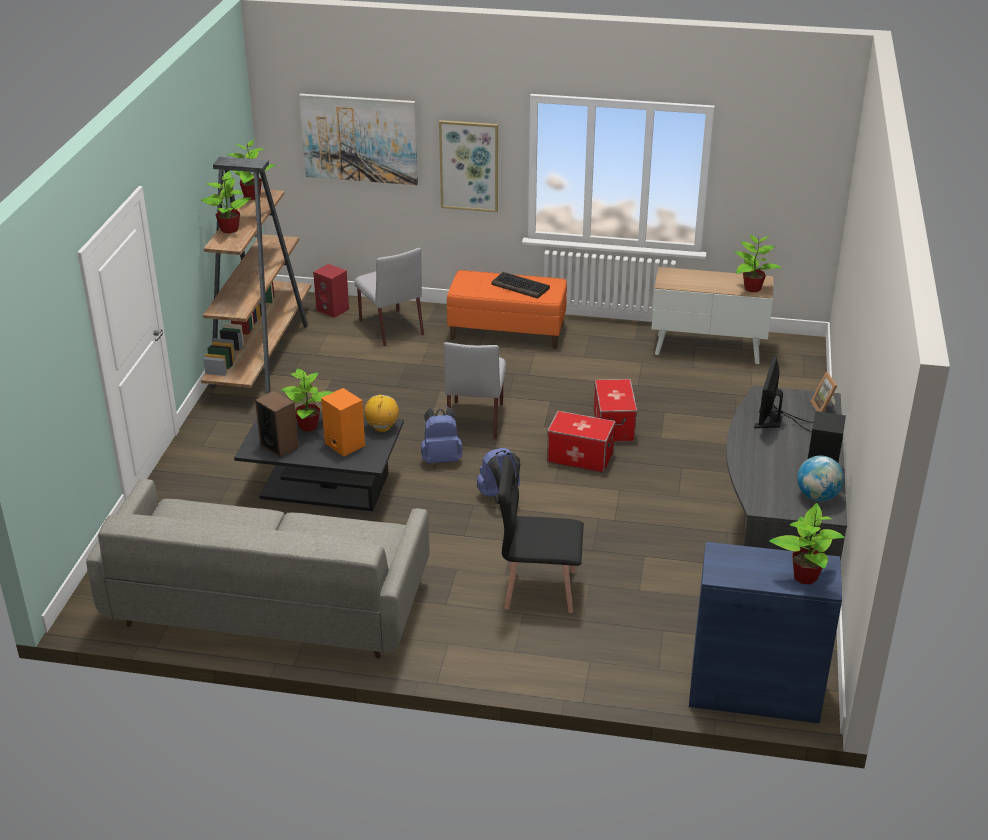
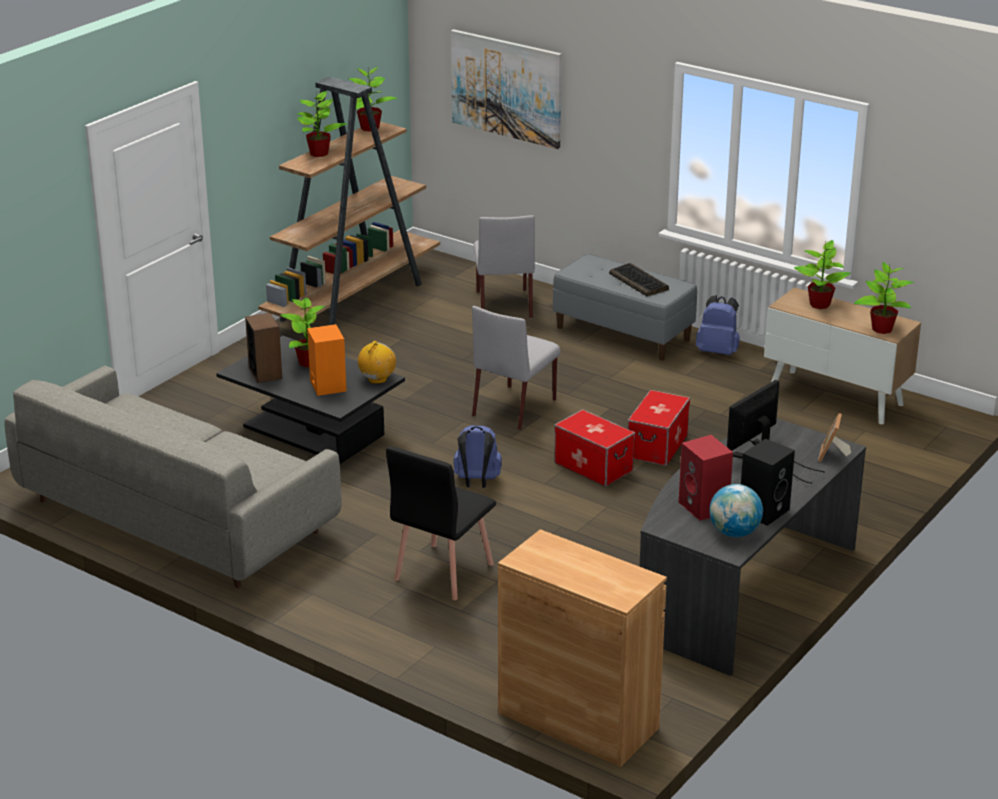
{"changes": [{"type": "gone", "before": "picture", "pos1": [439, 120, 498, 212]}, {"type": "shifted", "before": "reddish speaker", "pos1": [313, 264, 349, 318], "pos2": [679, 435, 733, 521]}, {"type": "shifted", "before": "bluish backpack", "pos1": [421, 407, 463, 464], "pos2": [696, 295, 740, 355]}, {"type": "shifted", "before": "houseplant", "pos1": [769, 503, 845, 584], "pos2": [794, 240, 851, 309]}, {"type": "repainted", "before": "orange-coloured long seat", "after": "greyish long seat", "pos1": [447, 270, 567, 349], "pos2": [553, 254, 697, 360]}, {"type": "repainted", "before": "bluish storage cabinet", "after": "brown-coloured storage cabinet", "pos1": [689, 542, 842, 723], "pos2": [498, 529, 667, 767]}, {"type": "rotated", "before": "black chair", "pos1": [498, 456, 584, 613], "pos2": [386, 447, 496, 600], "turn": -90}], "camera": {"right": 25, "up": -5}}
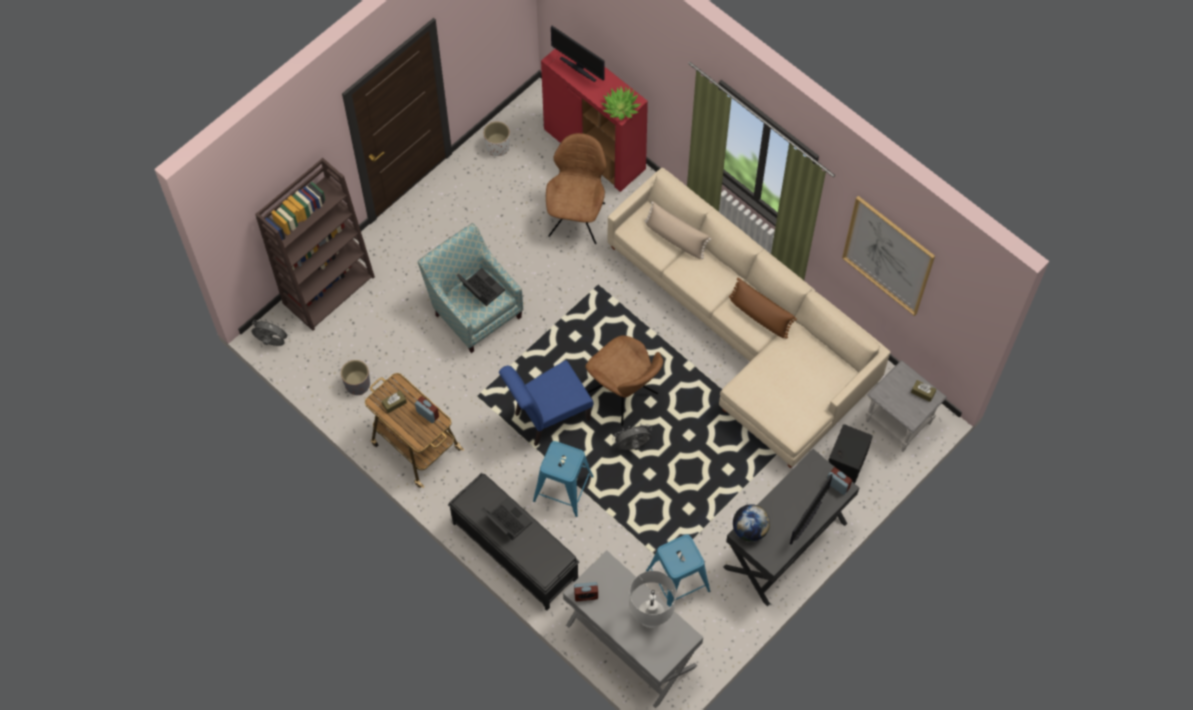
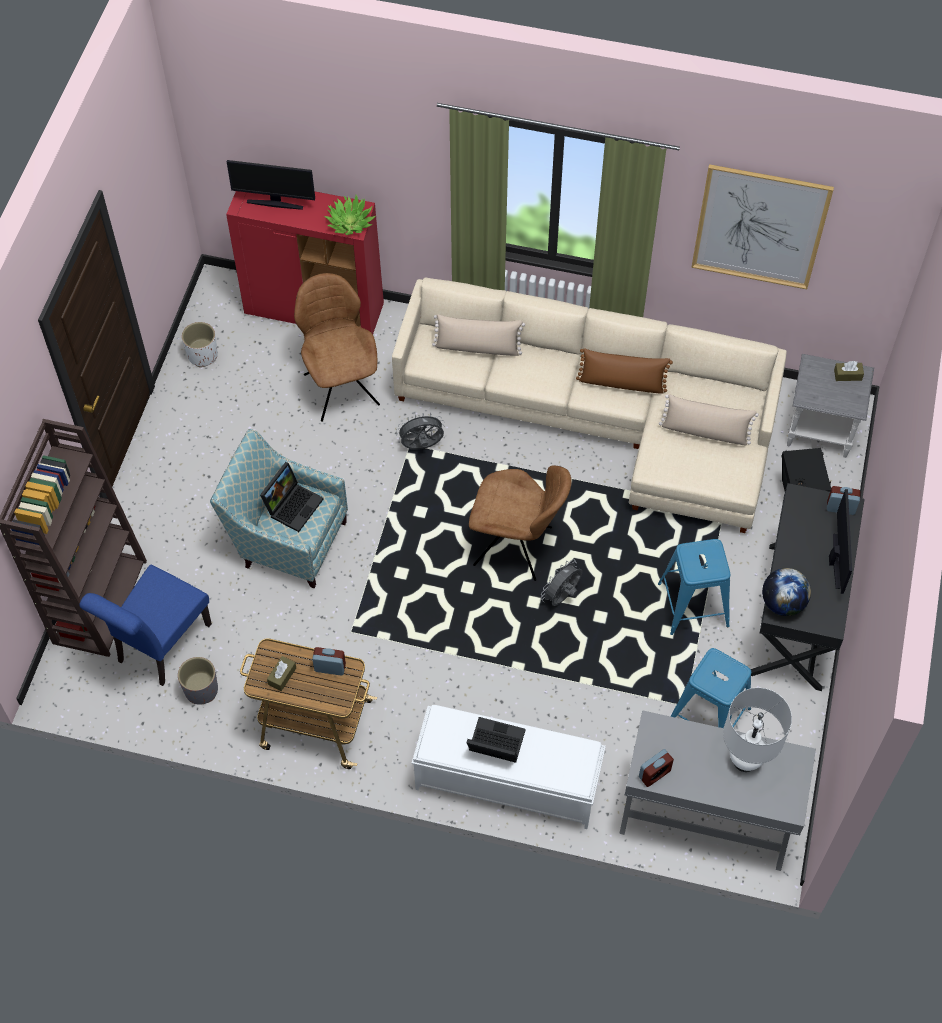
{"changes": [{"type": "new", "after": "beige-coloured throw pillow", "pos2": [659, 394, 759, 445]}, {"type": "shifted", "before": "greyish fan", "pos1": [251, 318, 290, 346], "pos2": [396, 413, 445, 450]}, {"type": "shifted", "before": "bluish chair", "pos1": [499, 360, 593, 446], "pos2": [79, 565, 212, 686]}, {"type": "shifted", "before": "bluish stool", "pos1": [533, 441, 594, 517], "pos2": [658, 539, 730, 635]}, {"type": "repainted", "before": "black long seat", "after": "white long seat", "pos1": [448, 473, 579, 611], "pos2": [412, 705, 606, 829]}, {"type": "rotated", "before": "portable computer", "pos1": [456, 268, 505, 306], "pos2": [260, 462, 324, 532], "turn": 105}], "camera": {"right": -30, "up": -5}}
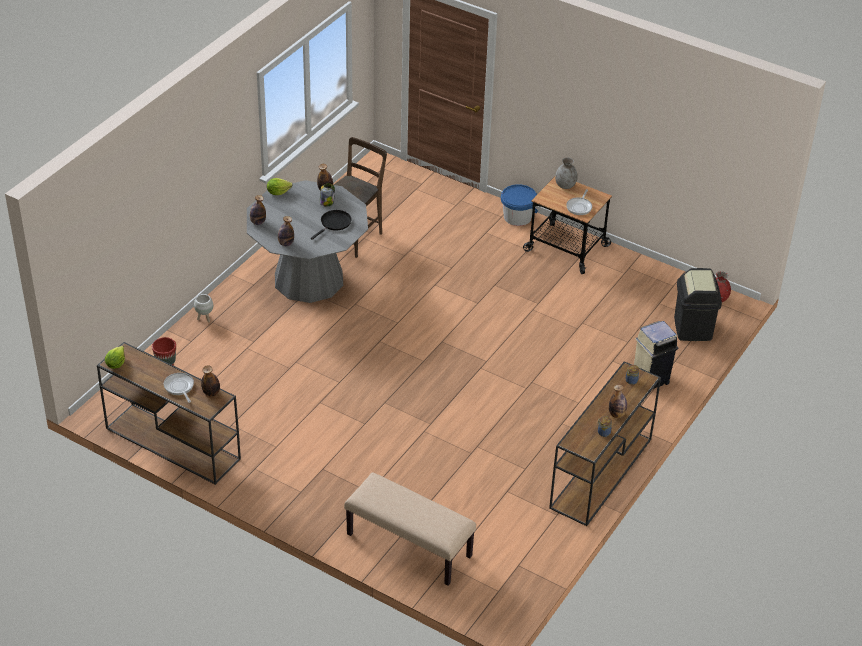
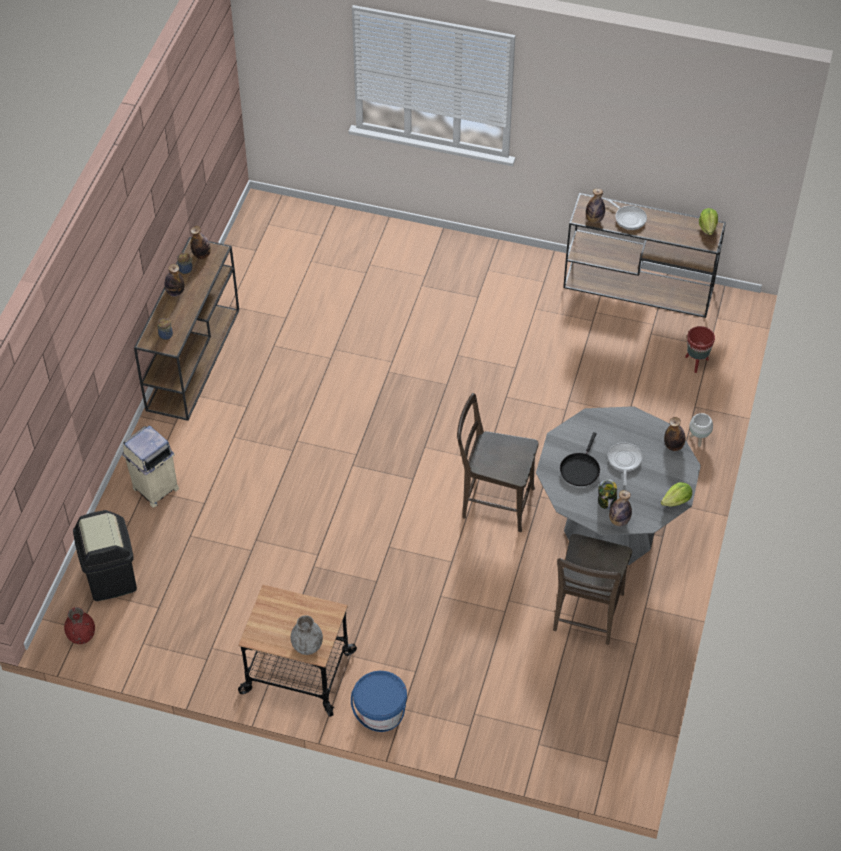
{"changes": [{"type": "gone", "before": "beige-coloured long seat", "pos1": [344, 472, 476, 586]}, {"type": "new", "after": "brown-coloured chair", "pos2": [457, 393, 539, 532]}, {"type": "shifted", "before": "bottle", "pos1": [278, 216, 294, 246], "pos2": [190, 226, 211, 259]}, {"type": "shifted", "before": "skillet", "pos1": [566, 189, 592, 215], "pos2": [608, 442, 643, 485]}], "camera": {"right": 165, "up": 10}}
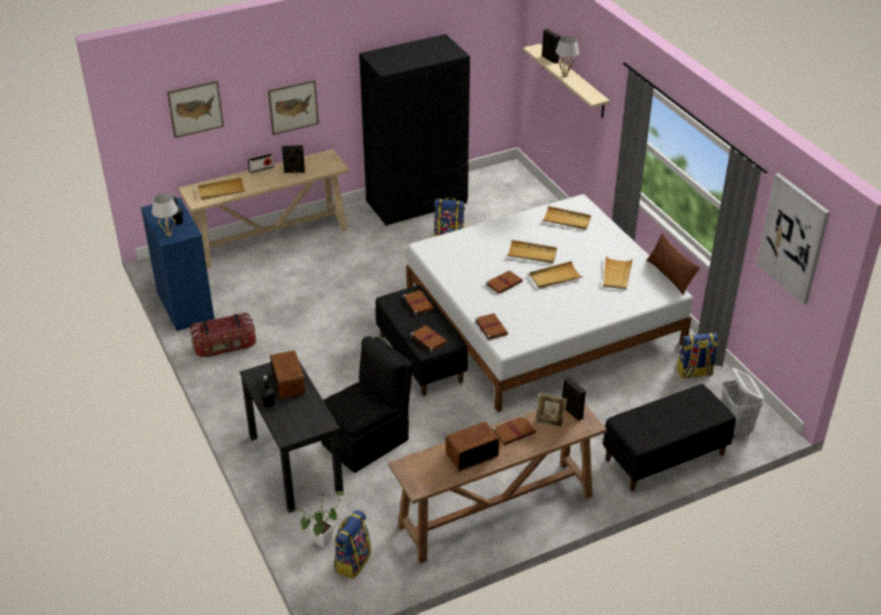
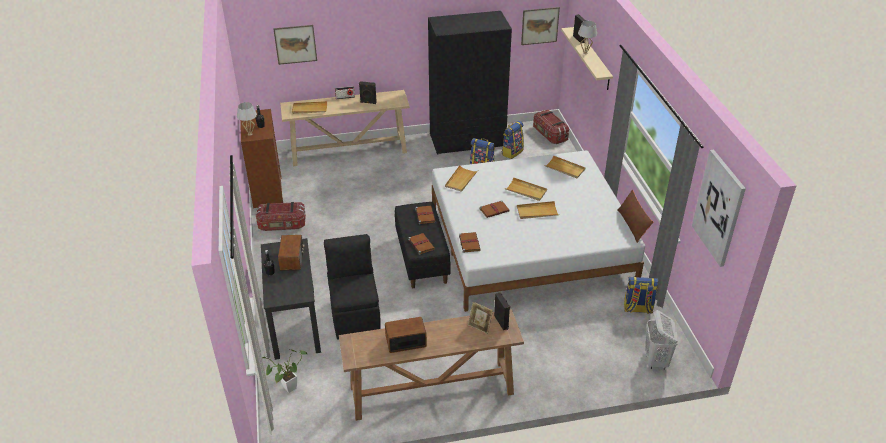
{"changes": [{"type": "gone", "before": "brown-coloured volume", "pos1": [492, 416, 536, 445]}, {"type": "gone", "before": "black long seat", "pos1": [603, 384, 736, 491]}, {"type": "new", "after": "storage bin", "pos2": [533, 109, 569, 144]}, {"type": "shifted", "before": "picture", "pos1": [268, 80, 319, 135], "pos2": [521, 7, 560, 45]}, {"type": "shifted", "before": "backpack", "pos1": [334, 510, 371, 579], "pos2": [501, 121, 524, 159]}, {"type": "shifted", "before": "beige-coloured carrying tray", "pos1": [603, 256, 633, 290], "pos2": [445, 165, 478, 192]}, {"type": "repainted", "before": "bluish chest of drawers", "after": "brown-coloured chest of drawers", "pos1": [141, 198, 214, 331], "pos2": [240, 109, 283, 208]}, {"type": "rotated", "before": "black chair", "pos1": [321, 336, 413, 473], "pos2": [324, 234, 381, 340], "turn": -75}], "camera": {"right": 15, "up": 0}}
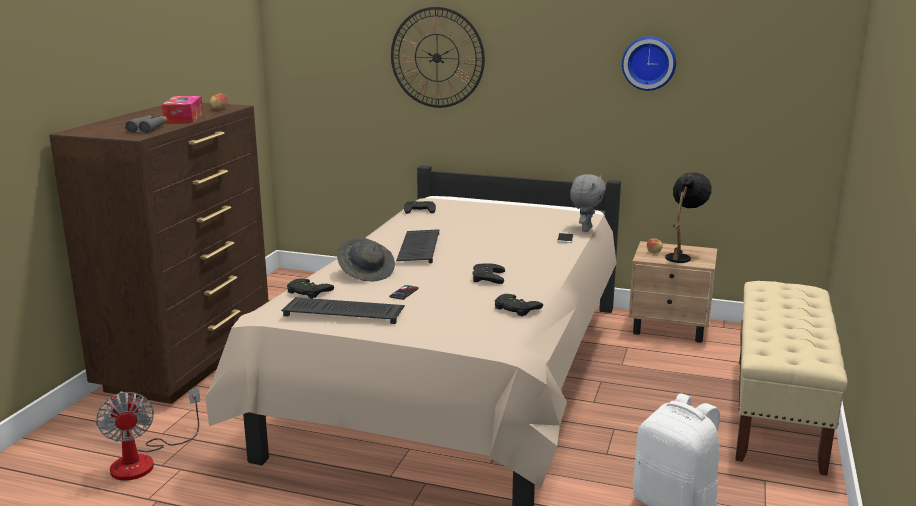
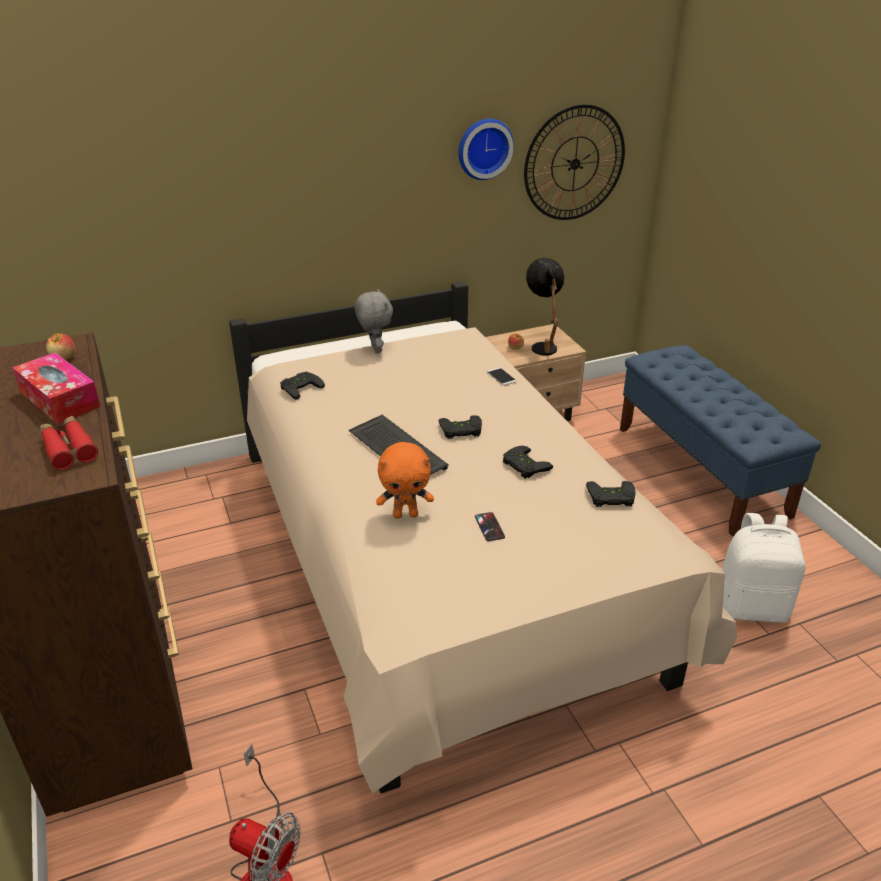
{"changes": [{"type": "gone", "before": "computer keyboard", "pos1": [281, 297, 405, 324]}, {"type": "shifted", "before": "black joypad", "pos1": [287, 278, 334, 299], "pos2": [438, 415, 482, 439]}, {"type": "shifted", "before": "hanging clock", "pos1": [391, 7, 485, 108], "pos2": [524, 104, 625, 220]}, {"type": "shifted", "before": "greyish cuddly toy", "pos1": [570, 174, 606, 232], "pos2": [355, 289, 393, 354]}, {"type": "swapped", "before": "greyish clothing hat", "after": "orange-coloured cuddly toy", "pos1": [337, 237, 395, 281], "pos2": [376, 442, 434, 519]}, {"type": "repainted", "before": "greyish field glasses", "after": "reddish field glasses", "pos1": [125, 116, 167, 134], "pos2": [40, 416, 98, 470]}, {"type": "repainted", "before": "beige-coloured long seat", "after": "bluish long seat", "pos1": [735, 281, 848, 475], "pos2": [620, 345, 821, 537]}], "camera": {"right": -40, "up": 15}}
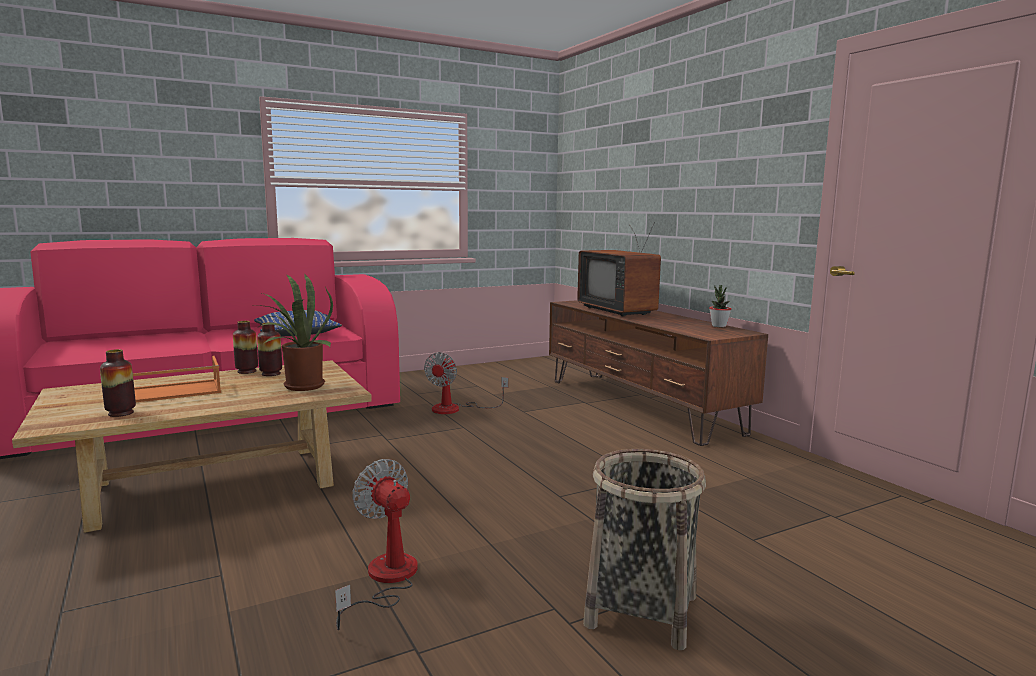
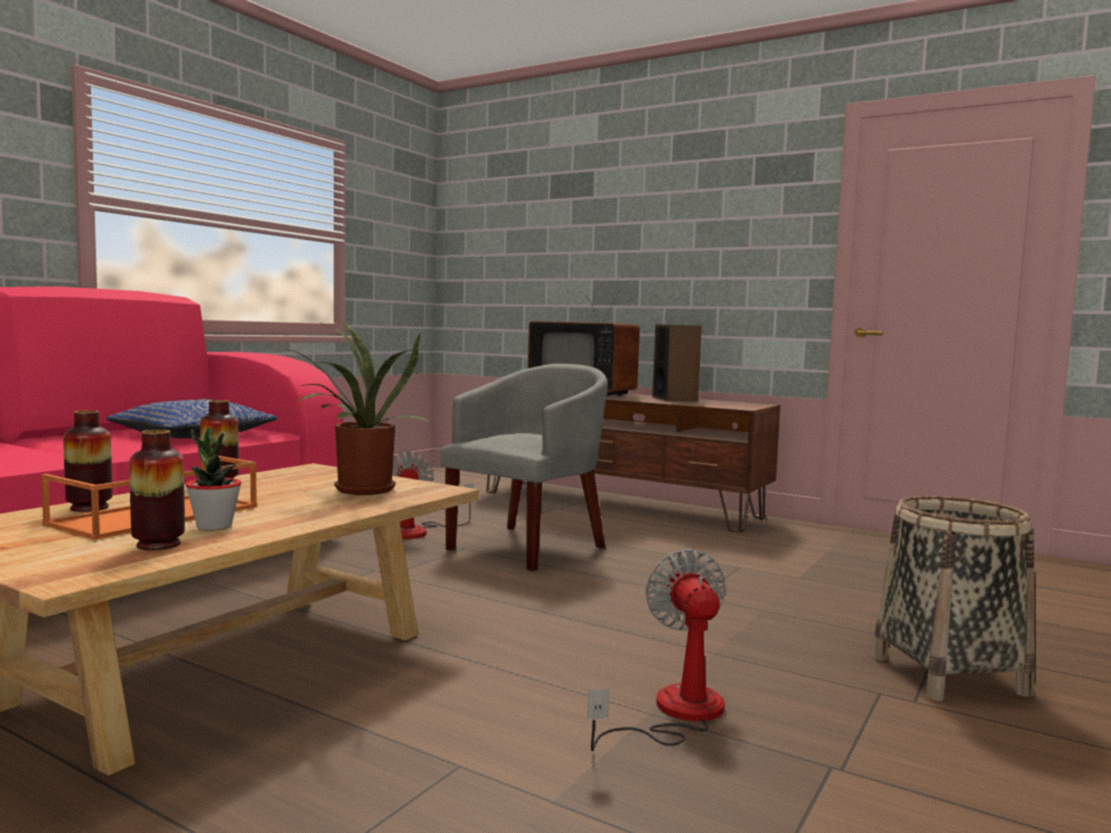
{"changes": [{"type": "new", "after": "greyish armchair", "pos2": [440, 364, 608, 571]}, {"type": "new", "after": "speaker", "pos2": [652, 325, 702, 401]}, {"type": "shifted", "before": "vase", "pos1": [257, 322, 282, 376], "pos2": [63, 410, 112, 512]}, {"type": "shifted", "before": "houseplant", "pos1": [709, 285, 731, 327], "pos2": [185, 428, 242, 530]}, {"type": "rotated", "before": "fan", "pos1": [335, 459, 418, 630], "pos2": [587, 549, 726, 751], "turn": 60}], "camera": {"right": -30, "up": -5}}
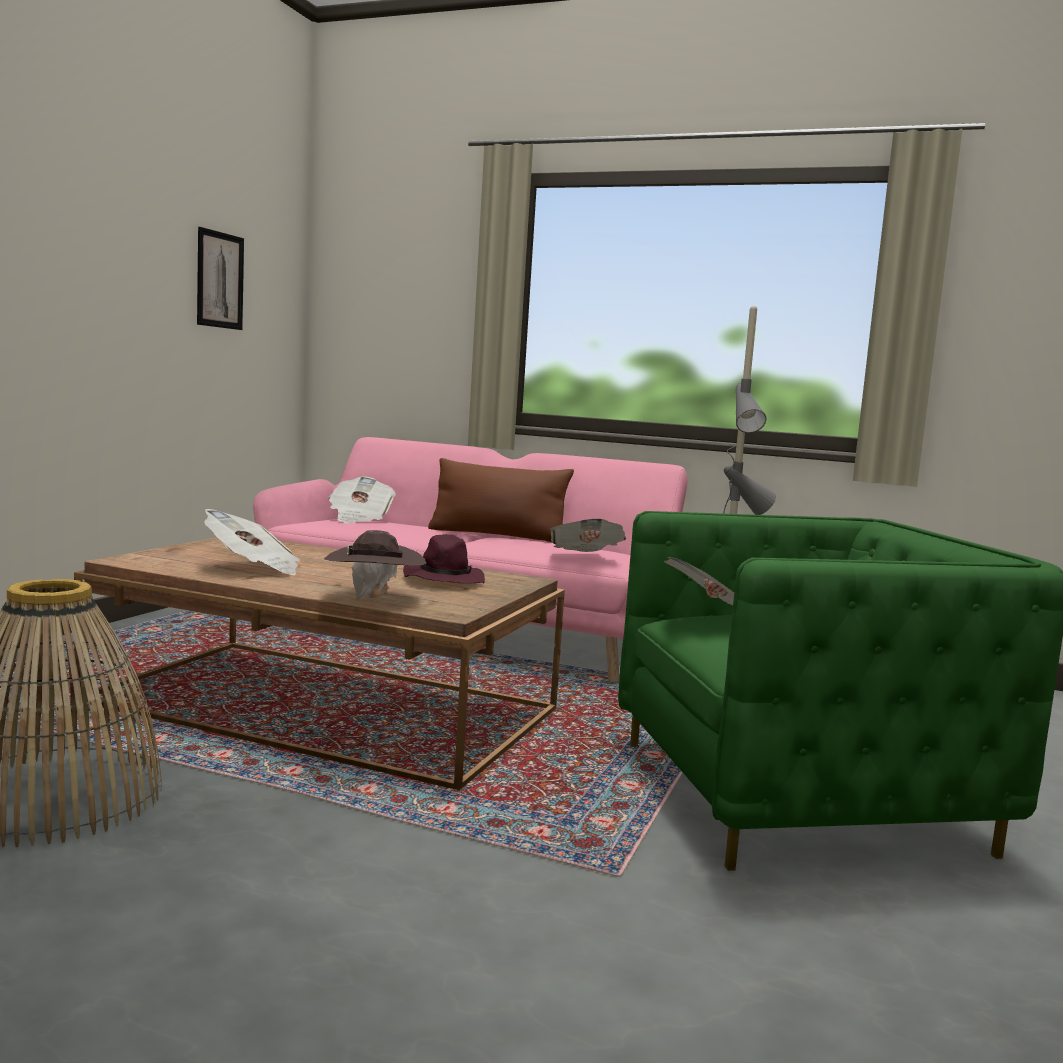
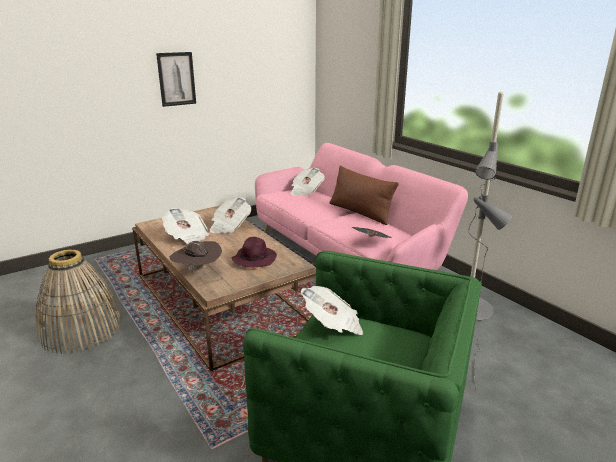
{"changes": [{"type": "new", "after": "daily paper", "pos2": [209, 197, 251, 233]}, {"type": "shifted", "before": "picture", "pos1": [197, 227, 244, 330], "pos2": [156, 52, 196, 107]}], "camera": {"right": 35, "up": 15}}
